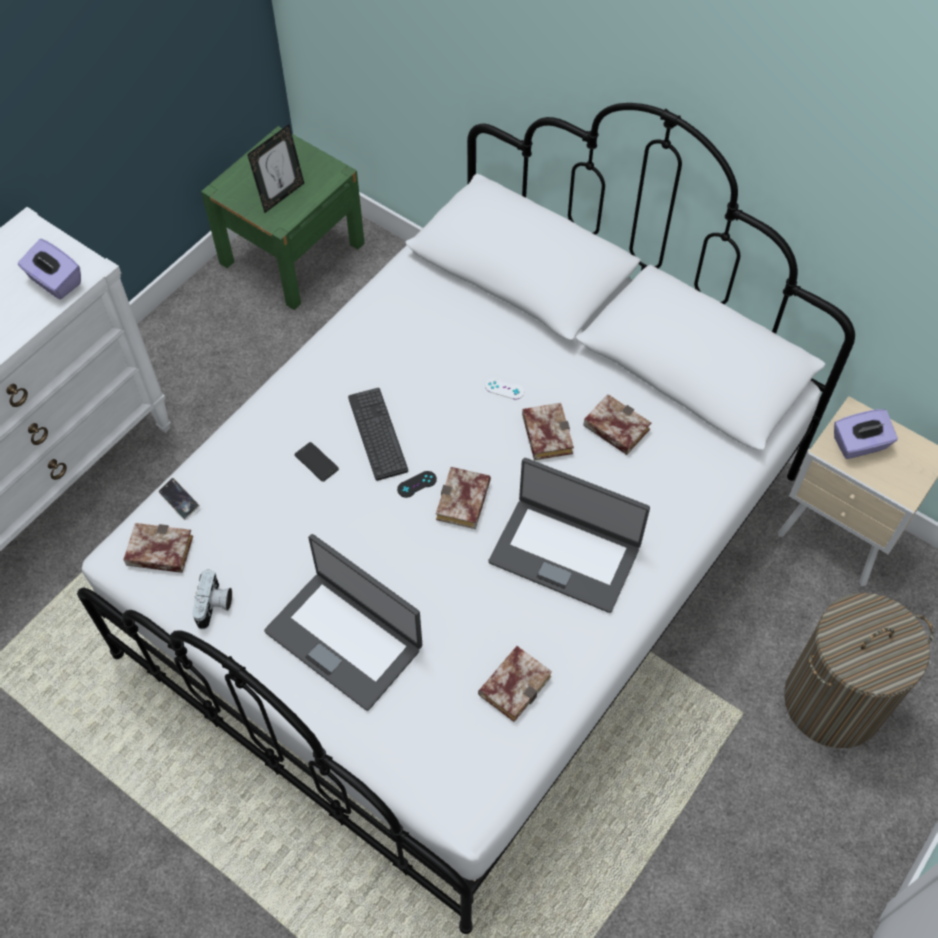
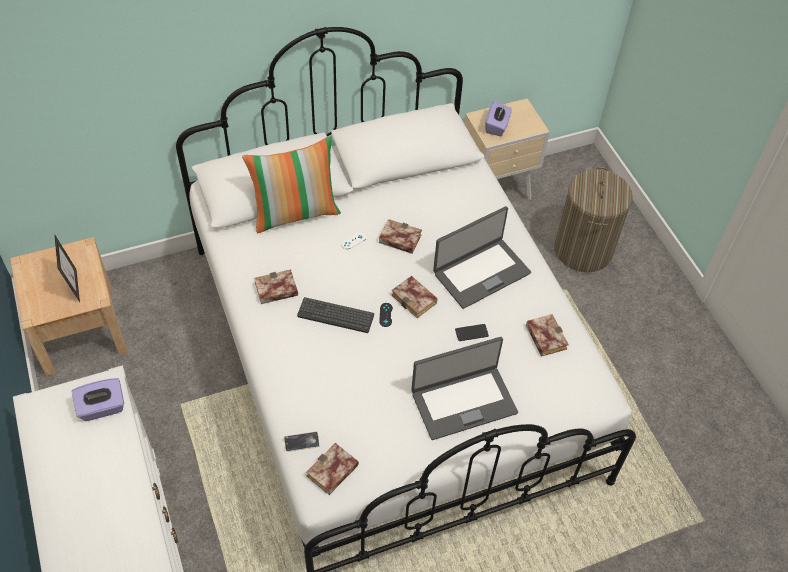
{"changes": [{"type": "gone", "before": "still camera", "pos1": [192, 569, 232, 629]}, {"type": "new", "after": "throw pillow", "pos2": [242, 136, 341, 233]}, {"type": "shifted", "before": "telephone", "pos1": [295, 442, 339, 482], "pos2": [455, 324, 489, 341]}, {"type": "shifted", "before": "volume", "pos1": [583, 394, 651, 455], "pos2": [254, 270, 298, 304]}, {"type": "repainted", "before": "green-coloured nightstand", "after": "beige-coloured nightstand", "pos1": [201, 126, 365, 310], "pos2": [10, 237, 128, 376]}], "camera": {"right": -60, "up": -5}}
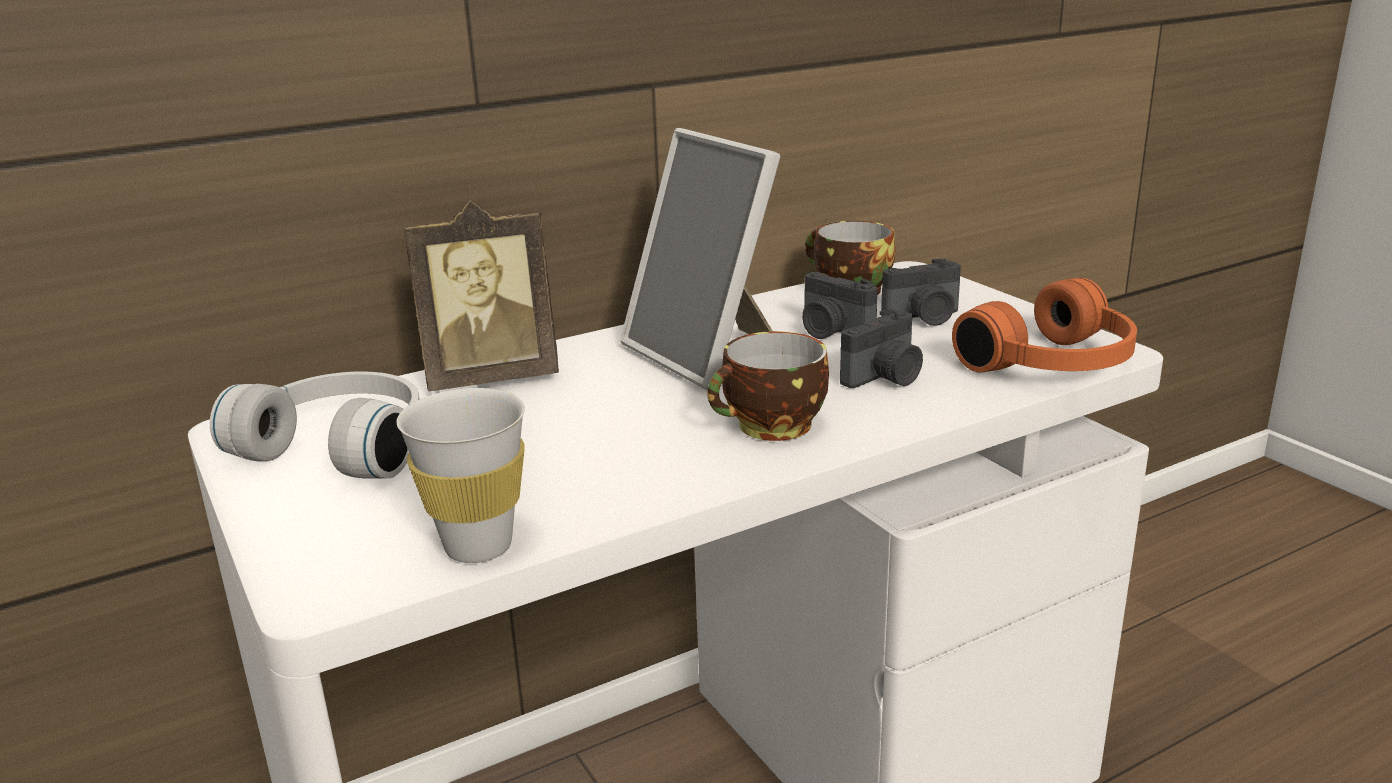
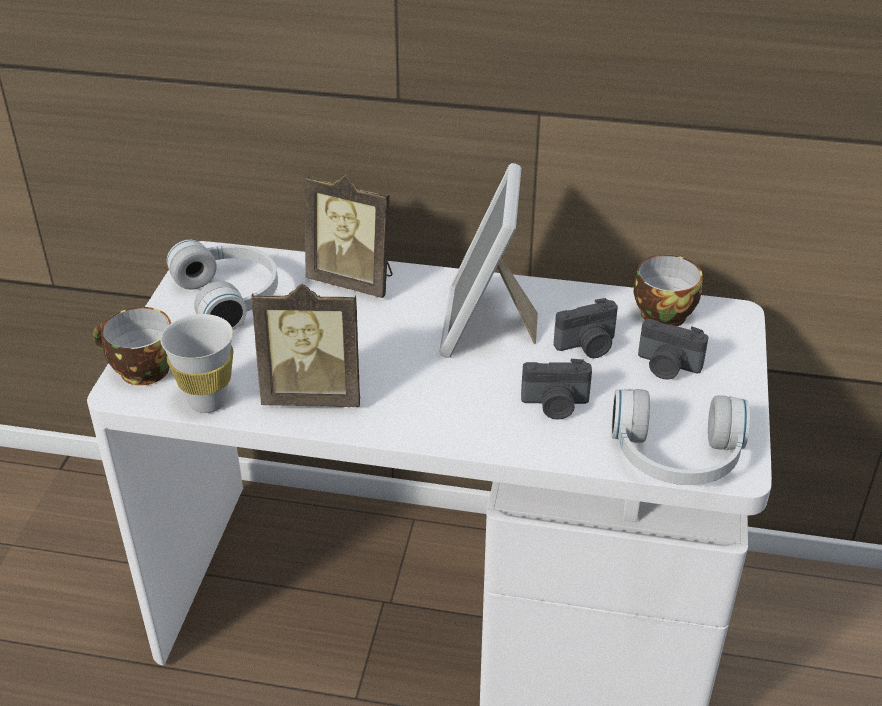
{"changes": [{"type": "new", "after": "photo frame", "pos2": [252, 284, 360, 407]}, {"type": "shifted", "before": "cup", "pos1": [707, 331, 829, 441], "pos2": [93, 307, 171, 386]}, {"type": "repainted", "before": "orange-coloured headphones", "after": "white headphones", "pos1": [952, 278, 1137, 373], "pos2": [612, 389, 750, 485]}, {"type": "rotated", "before": "still camera", "pos1": [802, 272, 878, 339], "pos2": [554, 298, 618, 358], "turn": -105}], "camera": {"right": 40, "up": 15}}
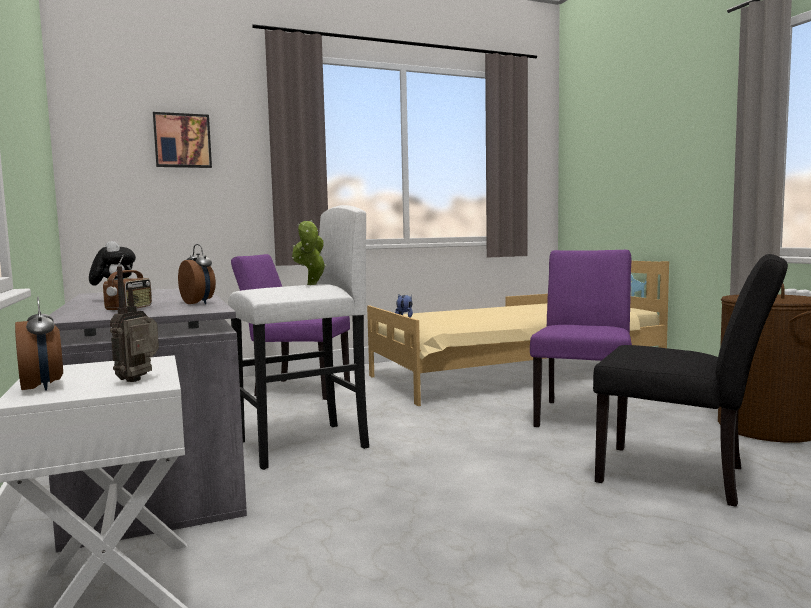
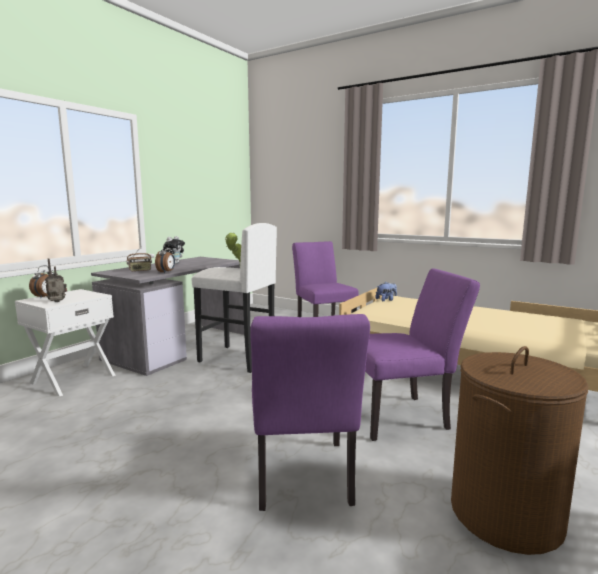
{"changes": [{"type": "gone", "before": "picture", "pos1": [153, 112, 212, 168]}, {"type": "repainted", "before": "black chair", "after": "purple-coloured chair", "pos1": [593, 254, 788, 507], "pos2": [250, 314, 370, 511]}], "camera": {"right": 55, "up": 5}}
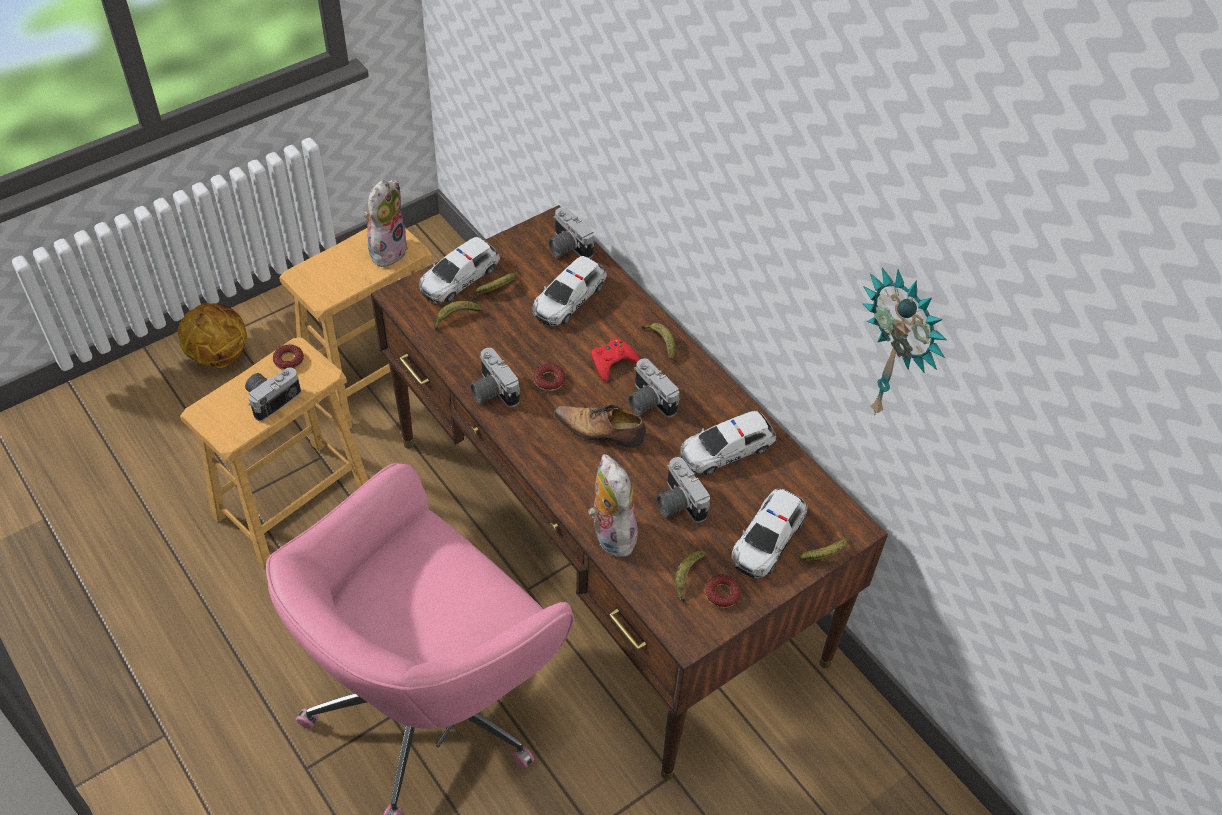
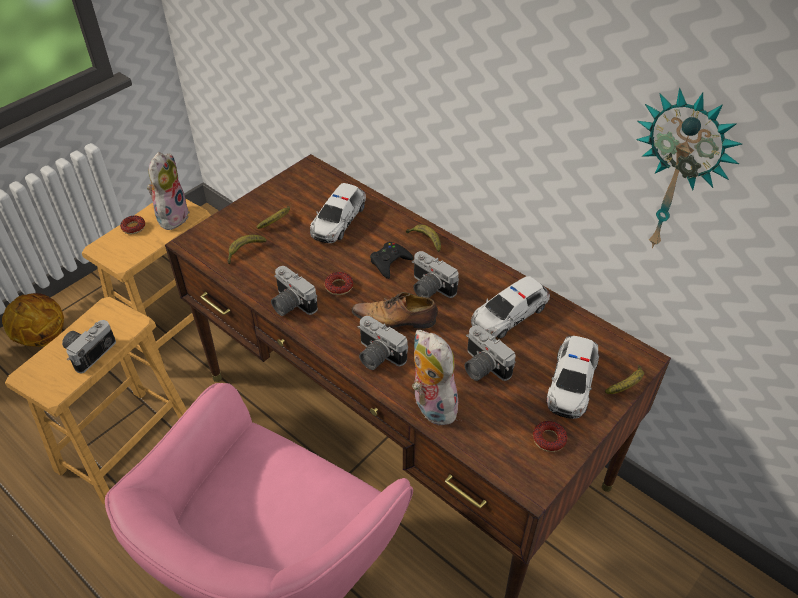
{"changes": [{"type": "gone", "before": "miniature car", "pos1": [419, 237, 500, 303]}, {"type": "gone", "before": "banana", "pos1": [676, 550, 706, 603]}, {"type": "shifted", "before": "ring doughnut", "pos1": [273, 344, 304, 370], "pos2": [120, 215, 145, 234]}, {"type": "shifted", "before": "still camera", "pos1": [548, 207, 595, 259], "pos2": [357, 316, 408, 370]}, {"type": "repainted", "before": "reddish joypad", "after": "black joypad", "pos1": [591, 338, 640, 382], "pos2": [370, 242, 413, 279]}], "camera": {"right": -10, "up": -5}}
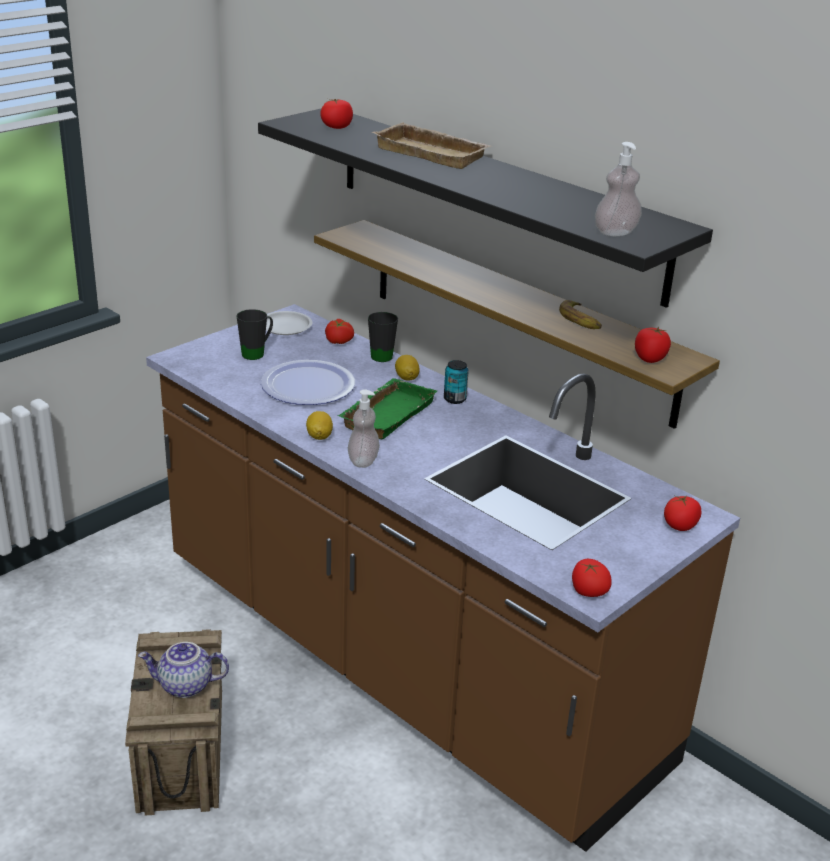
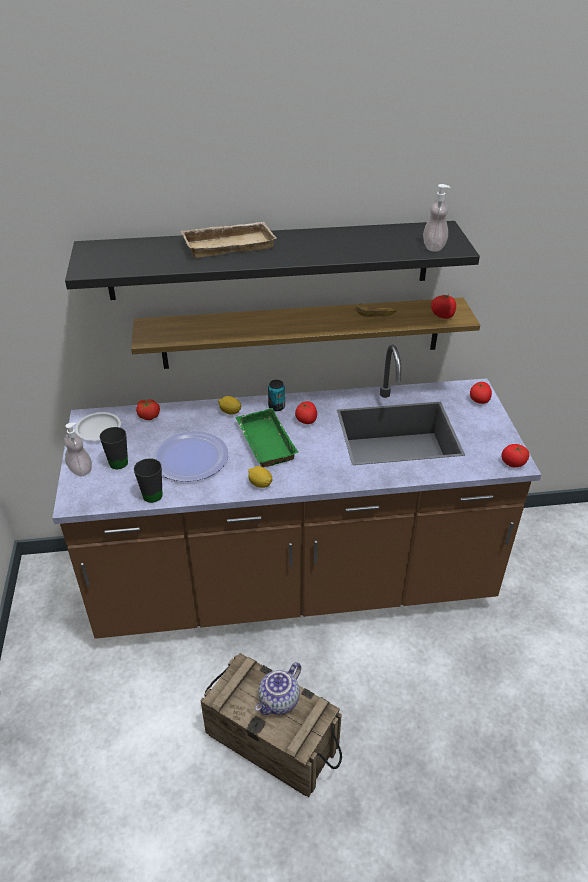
{"changes": [{"type": "shifted", "before": "fresh tomato", "pos1": [320, 99, 353, 129], "pos2": [295, 401, 317, 424]}, {"type": "shifted", "before": "soap dispenser", "pos1": [348, 389, 380, 468], "pos2": [64, 423, 92, 476]}, {"type": "shifted", "before": "black coffee mug", "pos1": [368, 312, 398, 362], "pos2": [134, 458, 163, 503]}], "camera": {"right": -50, "up": 10}}
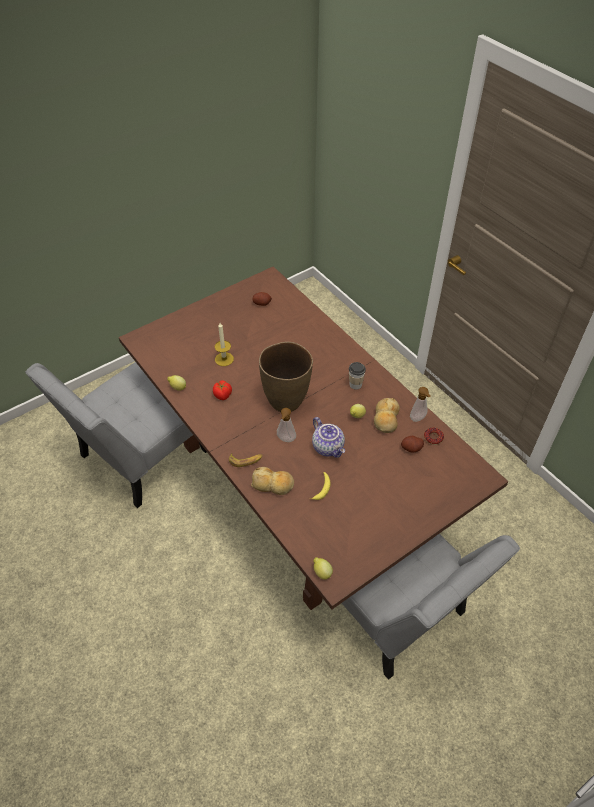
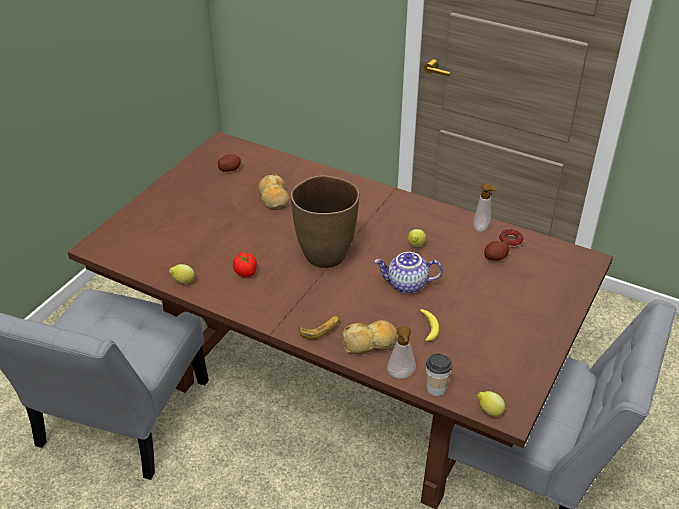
{"changes": [{"type": "gone", "before": "candle", "pos1": [215, 323, 234, 366]}, {"type": "shifted", "before": "soap dispenser", "pos1": [277, 408, 296, 442], "pos2": [387, 326, 416, 379]}, {"type": "shifted", "before": "cup", "pos1": [349, 362, 366, 390], "pos2": [426, 353, 452, 396]}, {"type": "shifted", "before": "bakery bread", "pos1": [374, 398, 400, 433], "pos2": [258, 174, 289, 210]}, {"type": "rotated", "before": "tea pot", "pos1": [312, 417, 345, 458], "pos2": [374, 252, 443, 294], "turn": 150}], "camera": {"right": -25, "up": -10}}
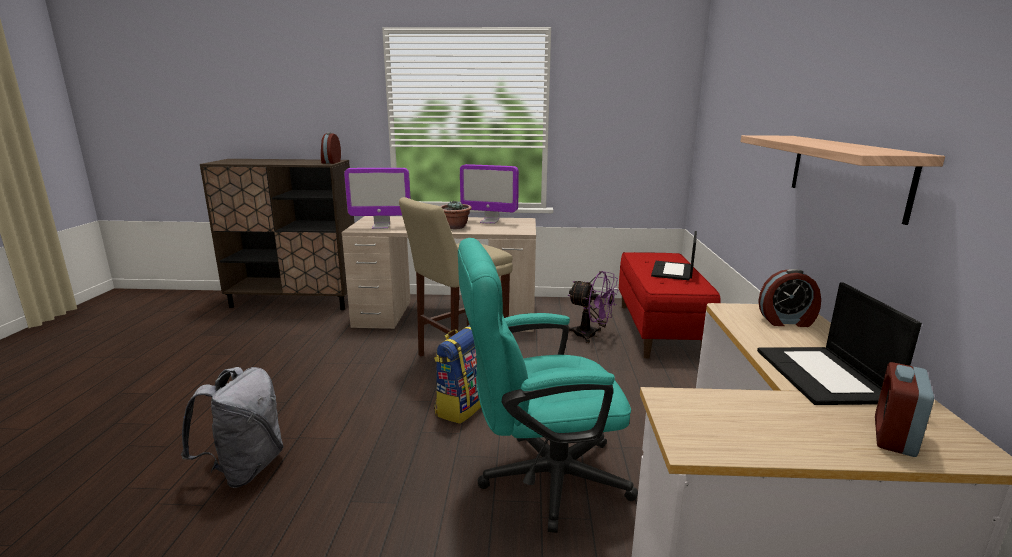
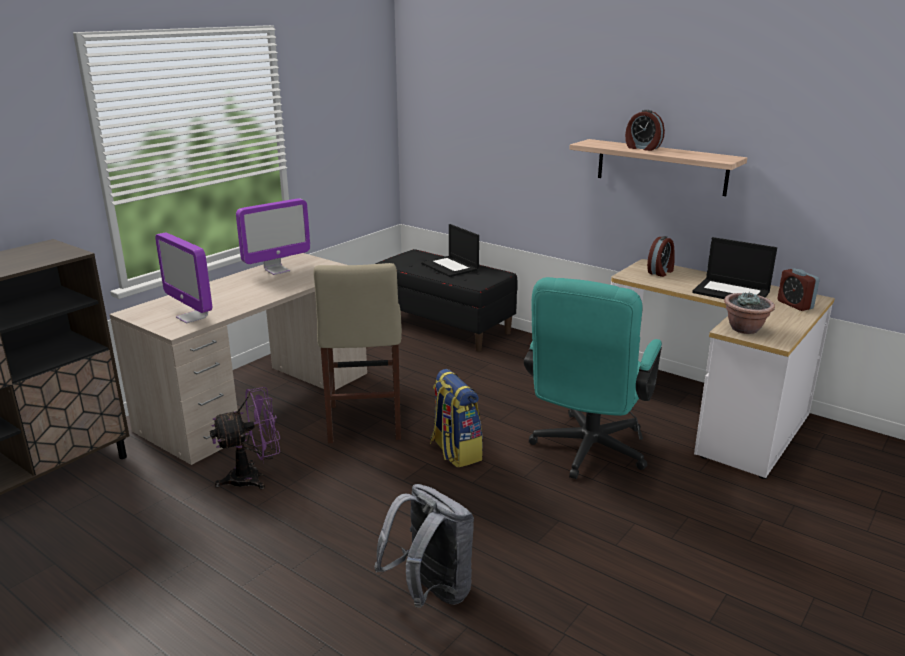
{"changes": [{"type": "shifted", "before": "alarm clock", "pos1": [321, 132, 341, 164], "pos2": [625, 110, 665, 151]}, {"type": "shifted", "before": "houseplant", "pos1": [440, 200, 472, 229], "pos2": [724, 292, 775, 334]}, {"type": "shifted", "before": "purple-coloured fan", "pos1": [568, 271, 618, 343], "pos2": [210, 387, 280, 490]}, {"type": "repainted", "before": "reddish long seat", "after": "black long seat", "pos1": [619, 252, 720, 359], "pos2": [375, 249, 518, 351]}, {"type": "rotated", "before": "computer display", "pos1": [344, 168, 410, 229], "pos2": [155, 232, 212, 324], "turn": 105}], "camera": {"right": -55, "up": 5}}
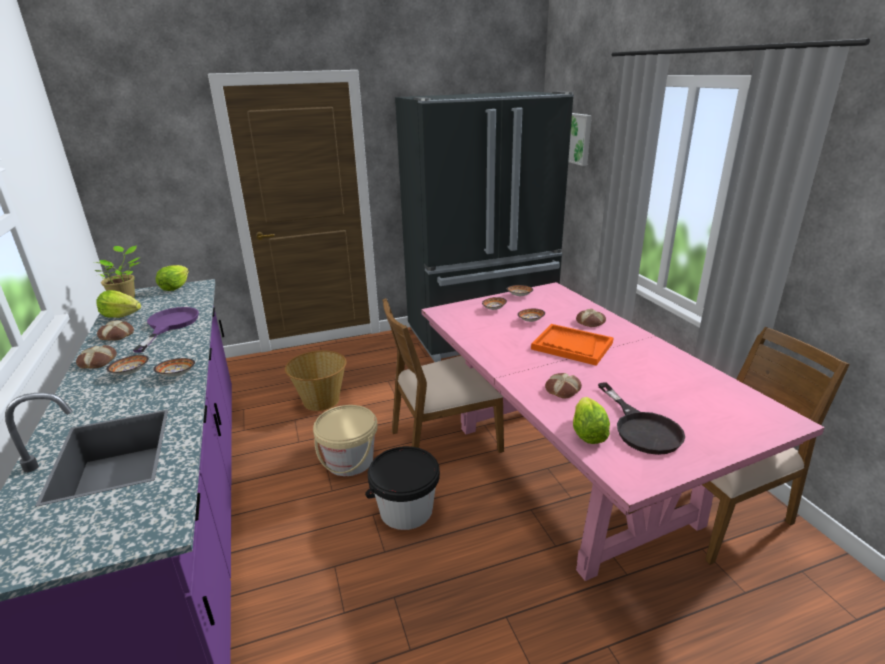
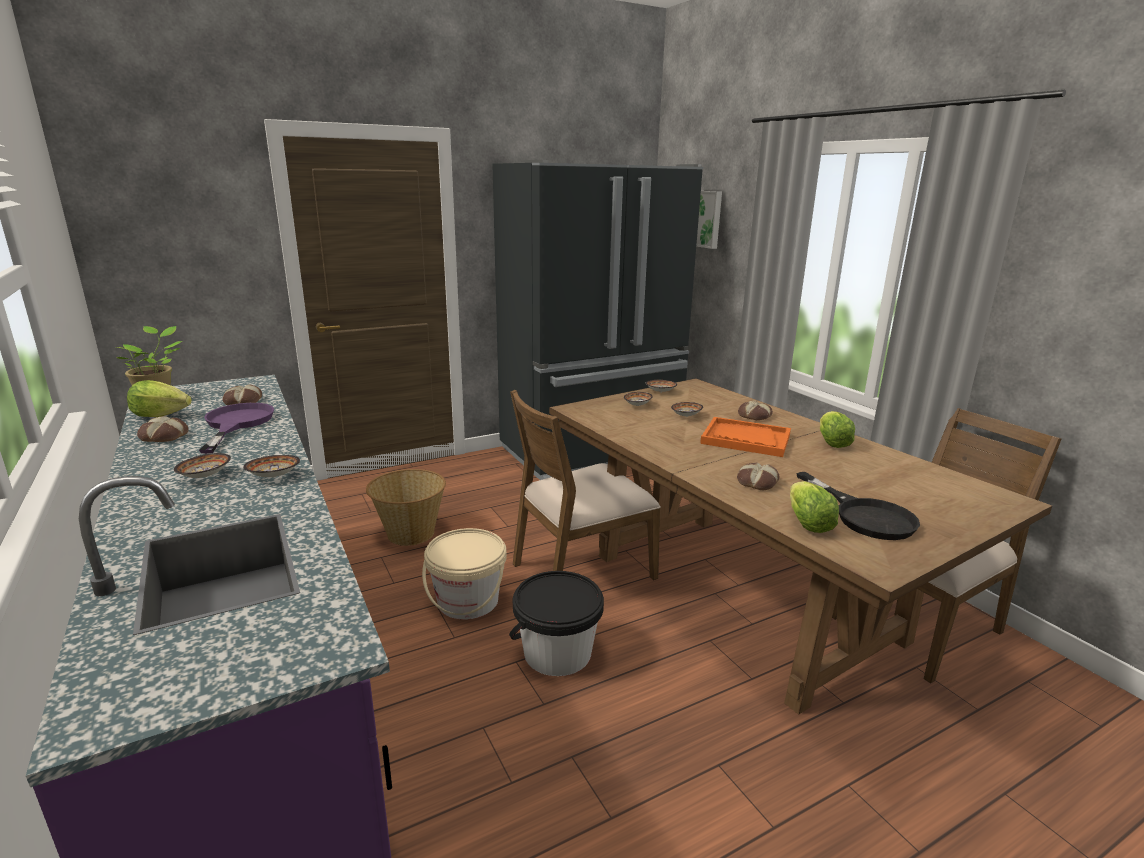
{"changes": [{"type": "shifted", "before": "bakery bread", "pos1": [76, 345, 117, 369], "pos2": [222, 384, 262, 405]}, {"type": "shifted", "before": "lettuce", "pos1": [156, 265, 189, 291], "pos2": [820, 411, 855, 448]}, {"type": "repainted", "before": "pink-coloured dinner table", "after": "brown-coloured dinner table", "pos1": [421, 282, 825, 581], "pos2": [549, 378, 1052, 714]}], "camera": {"right": -10, "up": -5}}
